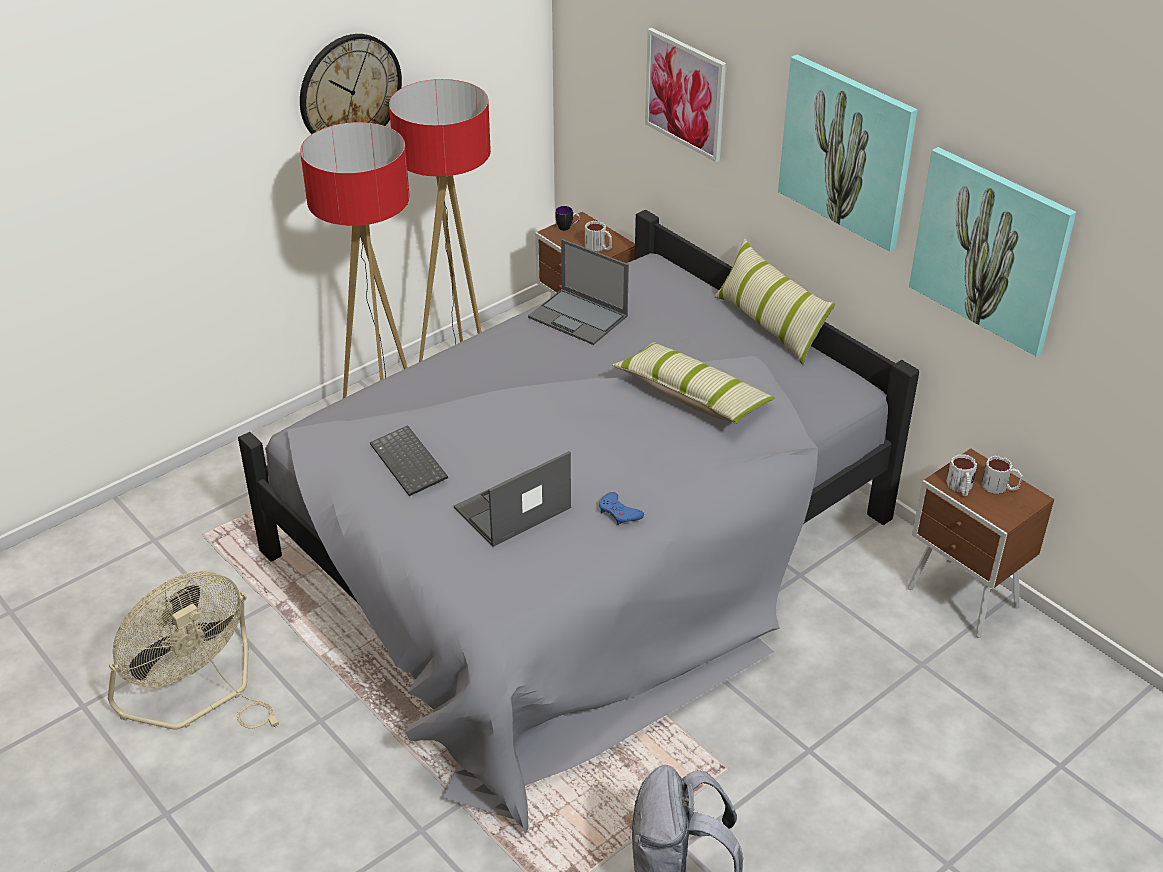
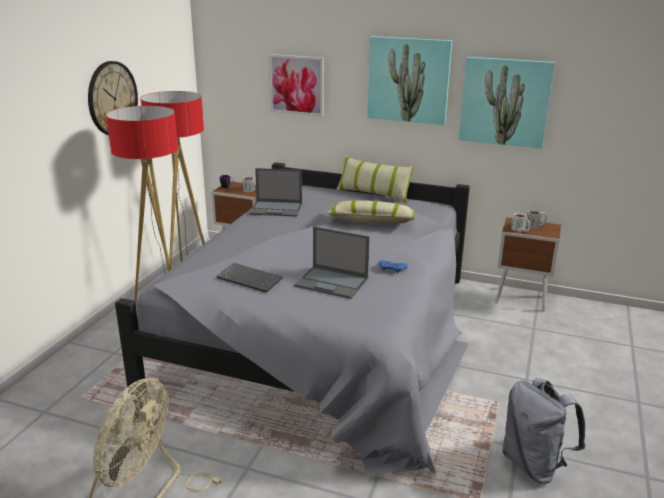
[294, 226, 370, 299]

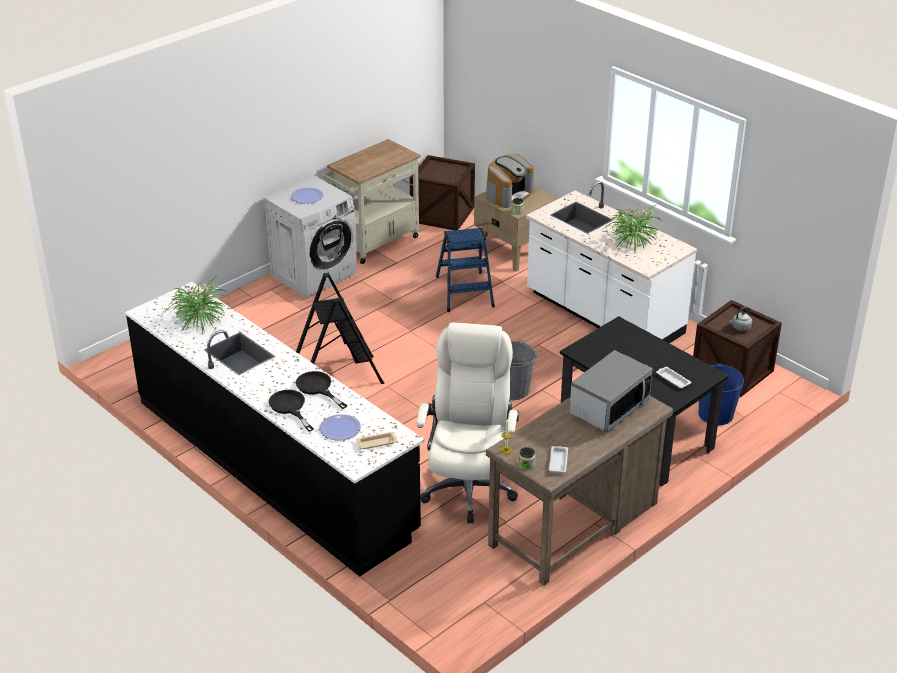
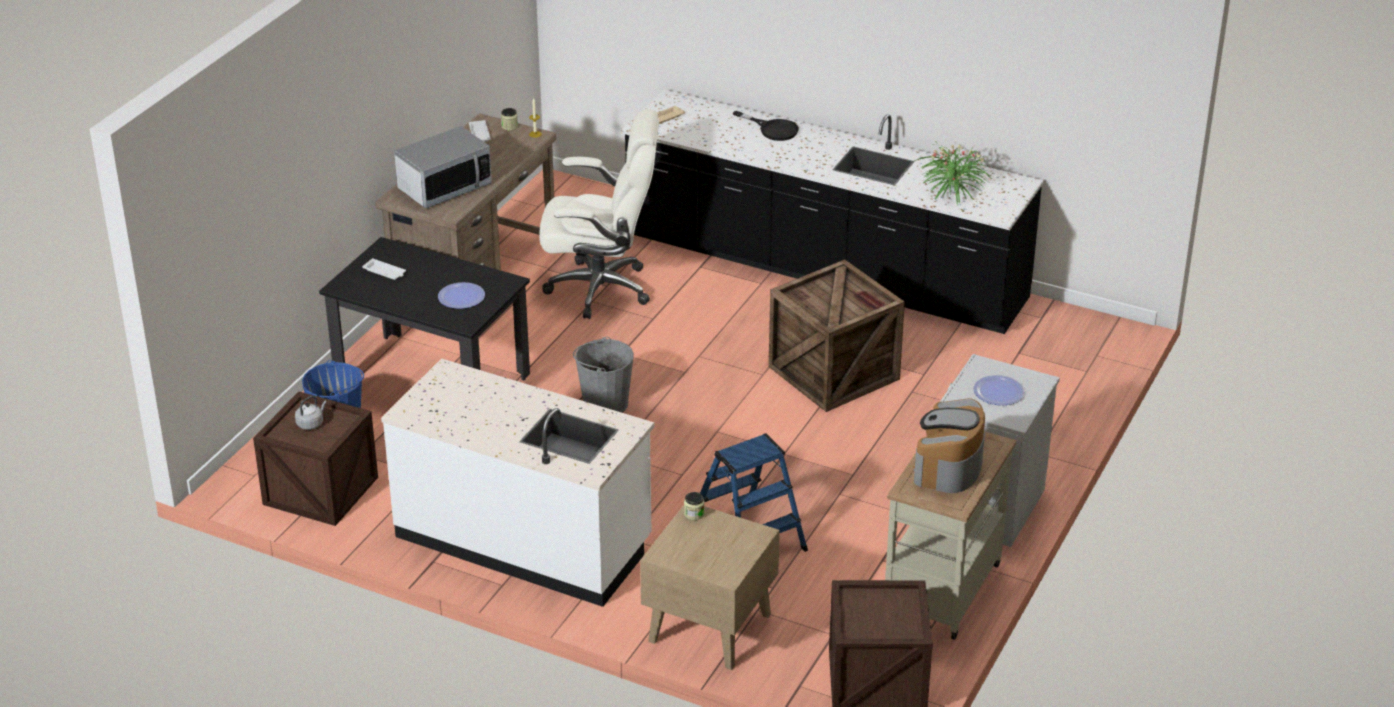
[394, 126, 492, 209]
[438, 282, 485, 309]
[539, 109, 659, 319]
[769, 259, 905, 412]
[913, 398, 985, 493]
[296, 371, 348, 409] (first image)
[602, 205, 661, 254] (first image)

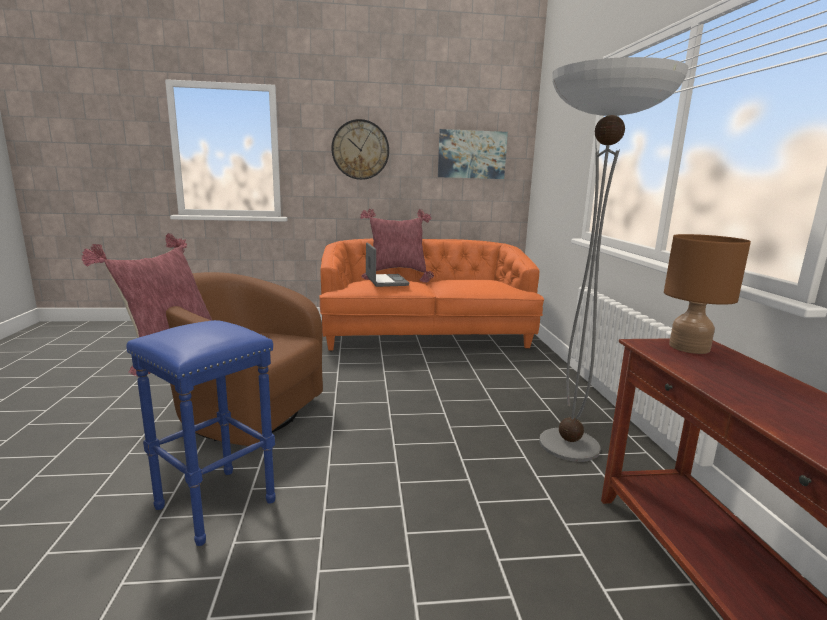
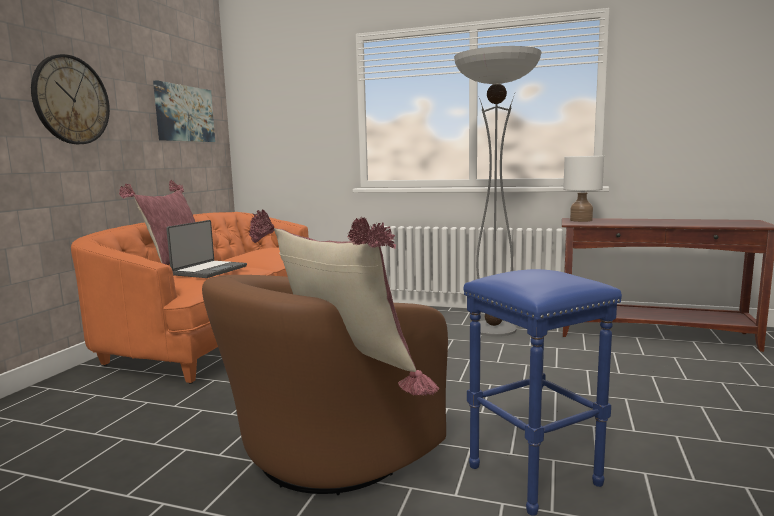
[166, 220, 247, 278]
[563, 156, 604, 222]

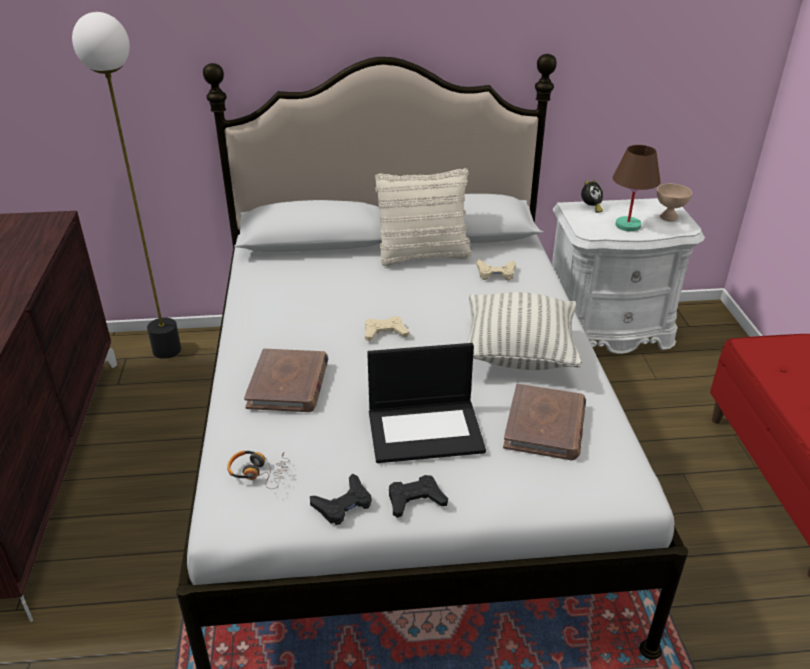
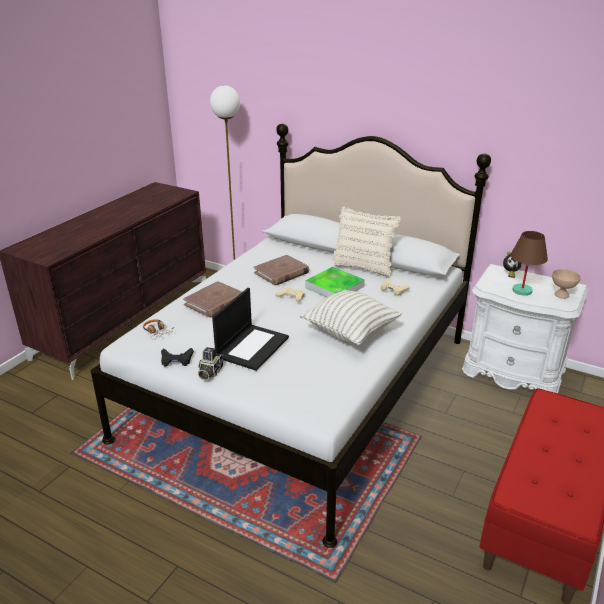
[198, 347, 223, 380]
[212, 288, 289, 371]
[254, 255, 310, 285]
[305, 266, 365, 297]

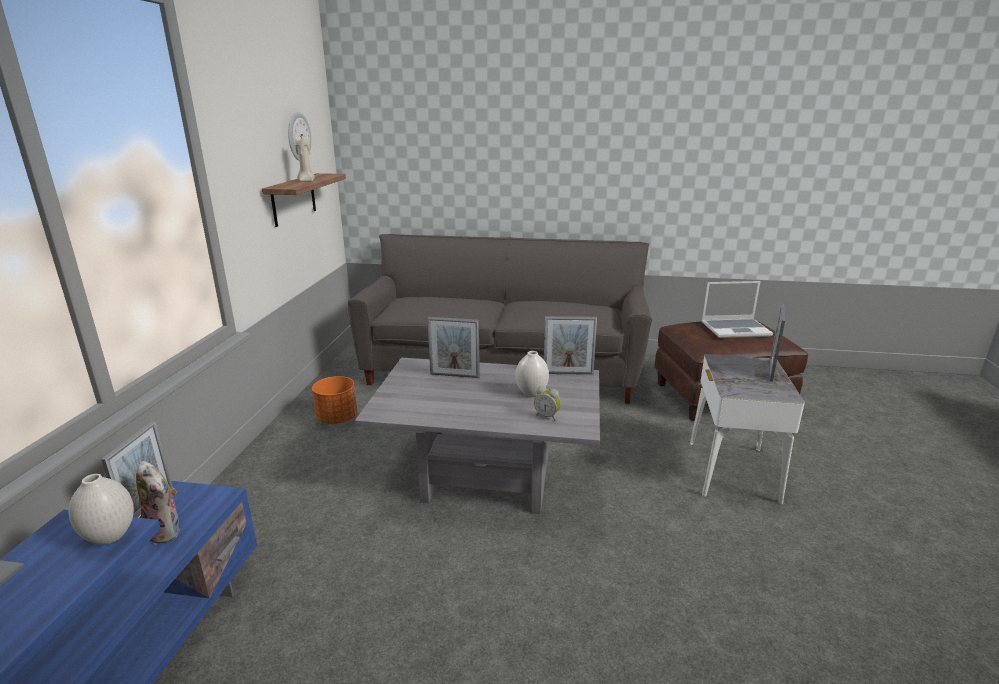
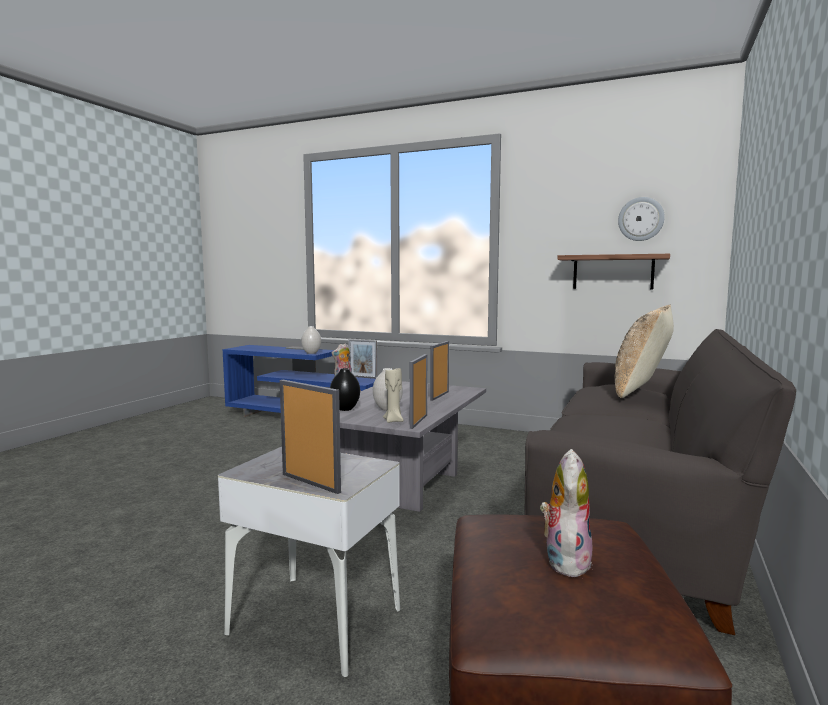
[330, 368, 360, 411]
[383, 368, 404, 423]
[540, 449, 593, 577]
[614, 304, 674, 399]
[312, 376, 357, 424] (first image)

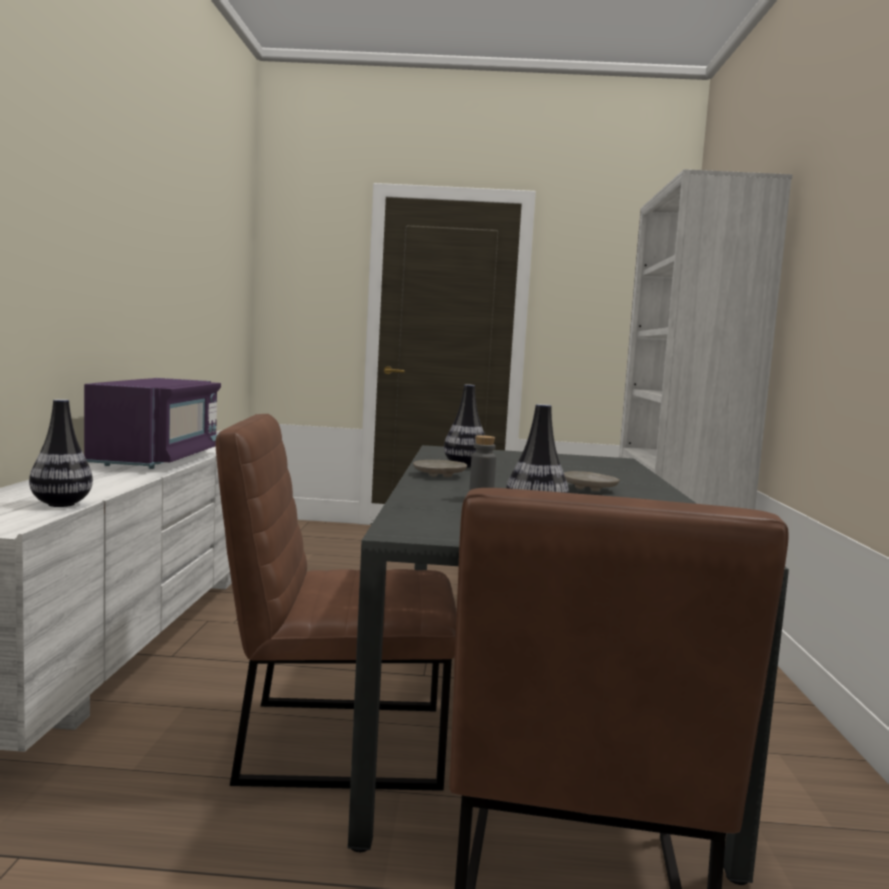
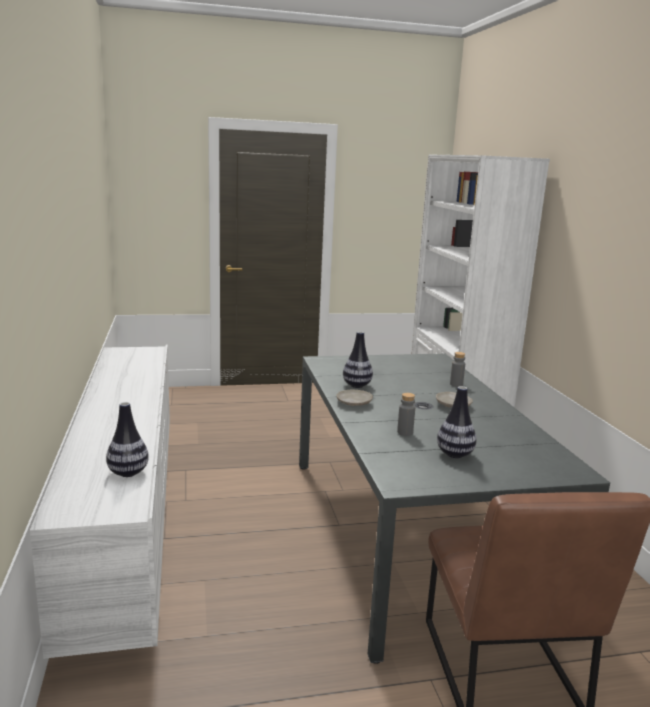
[450, 352, 465, 387]
[84, 378, 221, 469] (first image)
[216, 414, 457, 791] (first image)

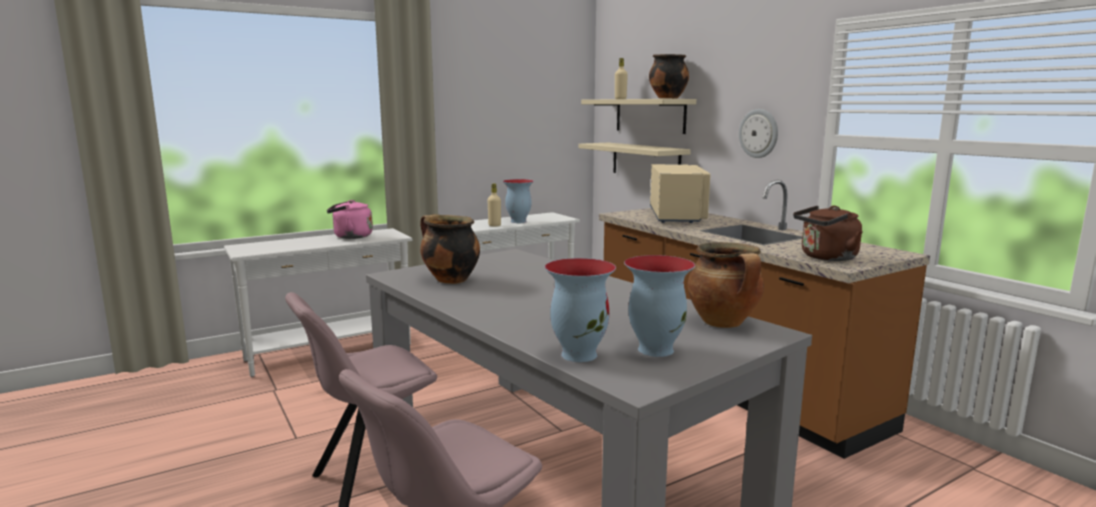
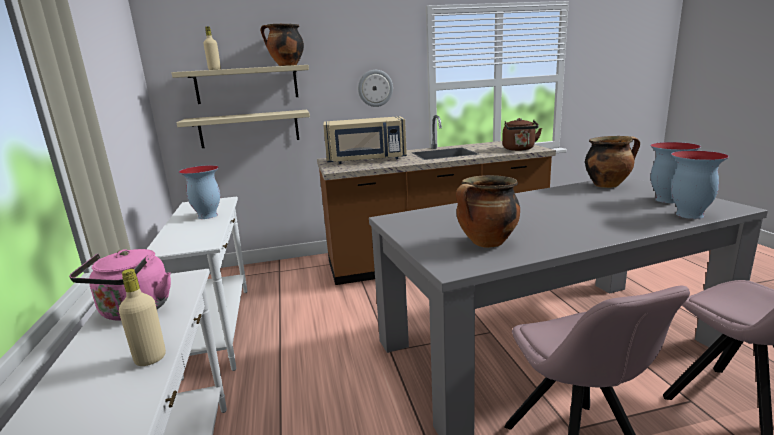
[119, 269, 166, 366]
[323, 116, 407, 164]

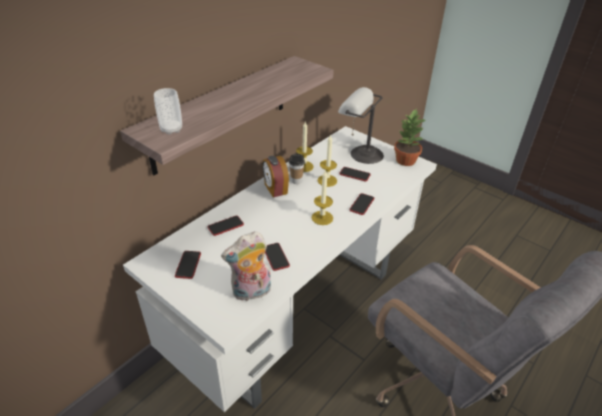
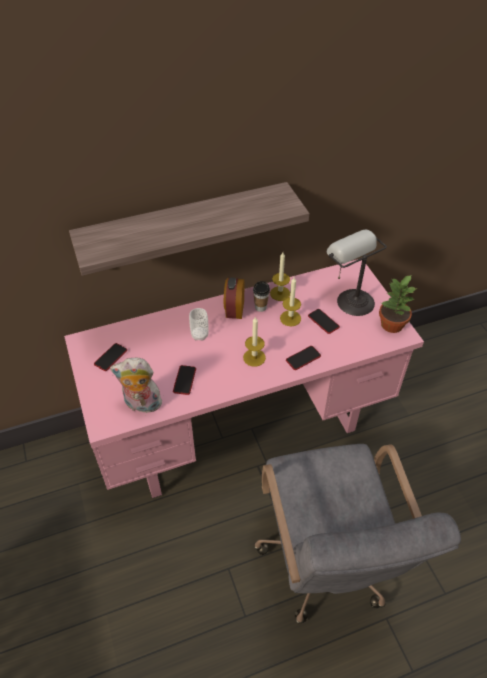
[64, 259, 424, 498]
[189, 308, 209, 341]
[208, 216, 244, 236] (first image)

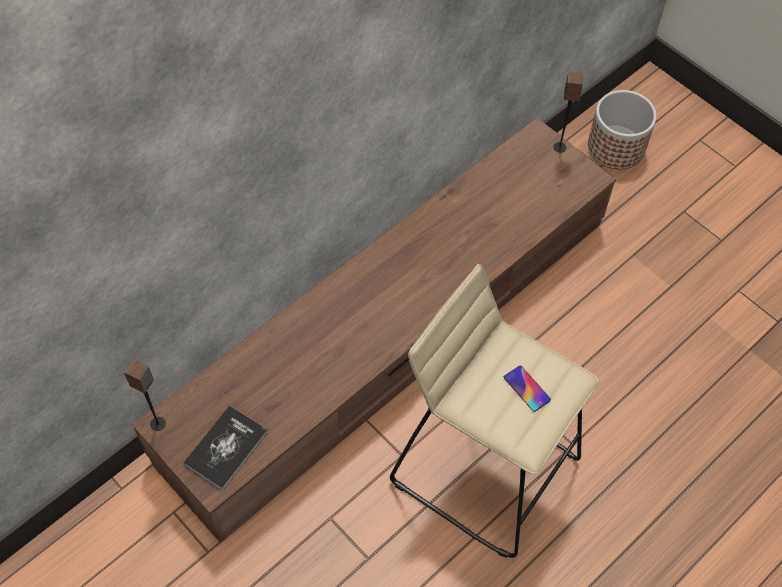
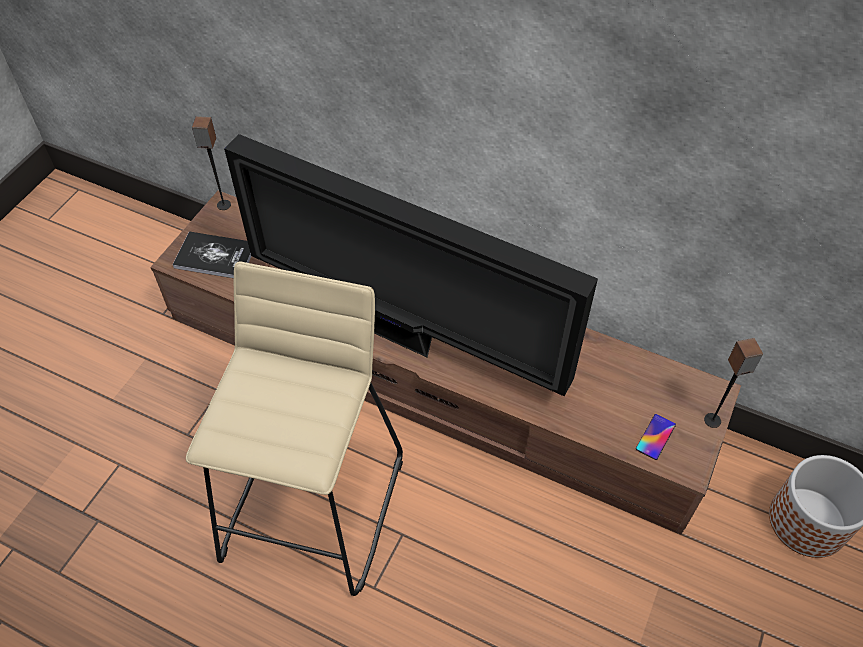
[224, 134, 598, 396]
[636, 414, 676, 460]

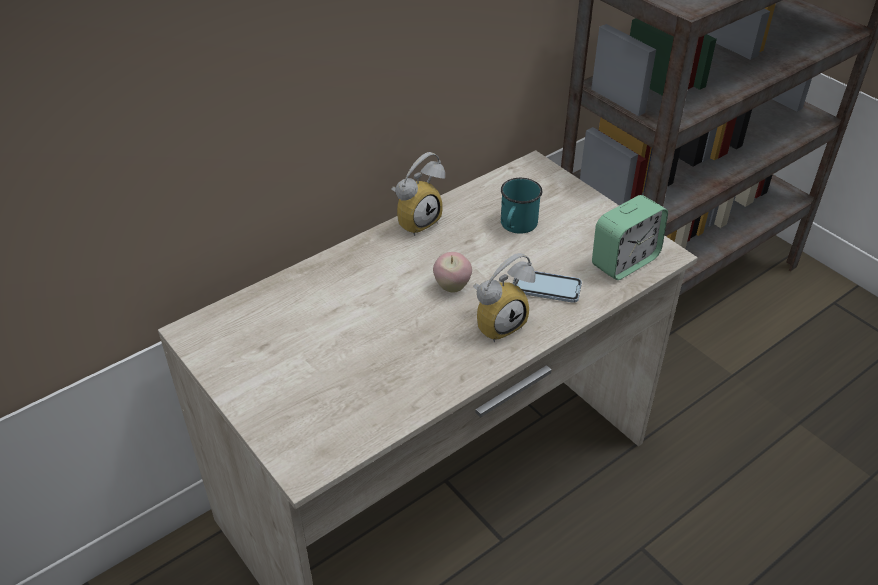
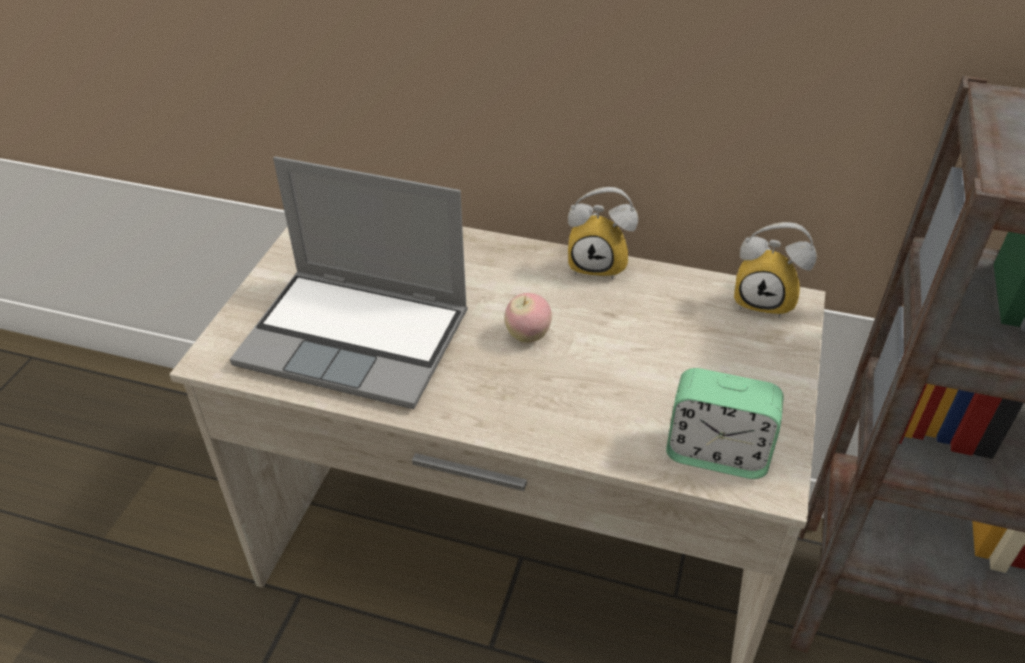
[230, 157, 468, 409]
[734, 222, 817, 318]
[501, 178, 542, 234] (first image)
[513, 271, 582, 303] (first image)

